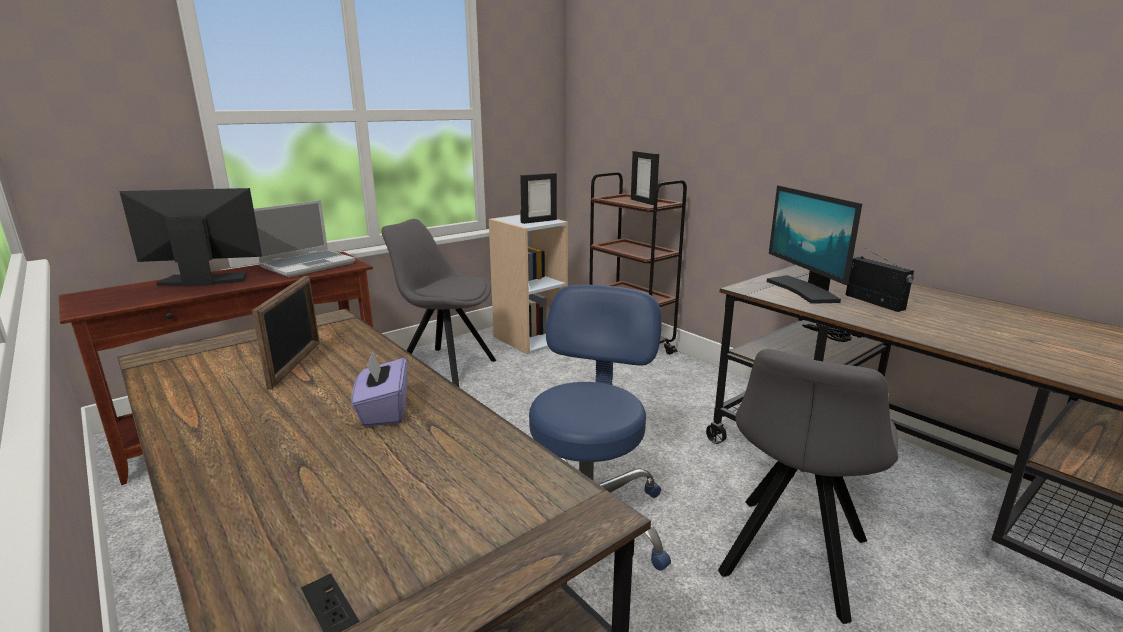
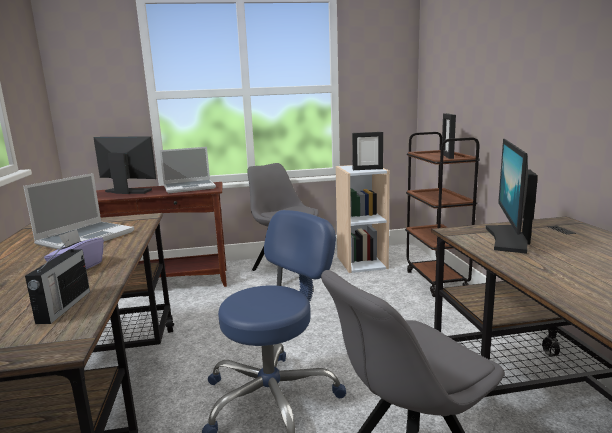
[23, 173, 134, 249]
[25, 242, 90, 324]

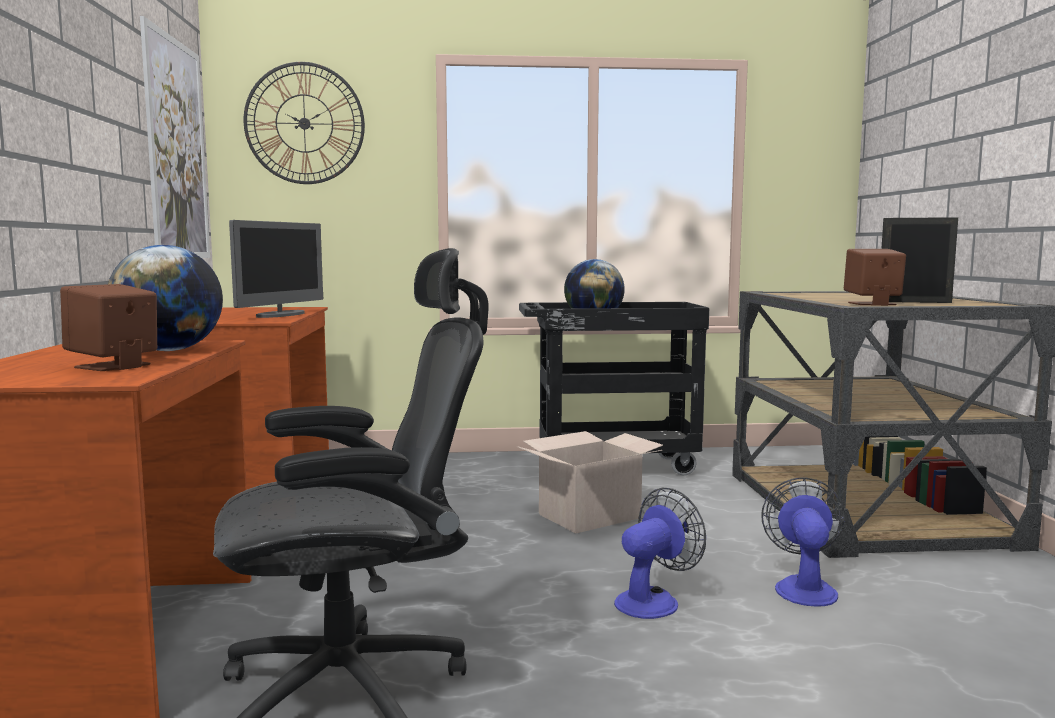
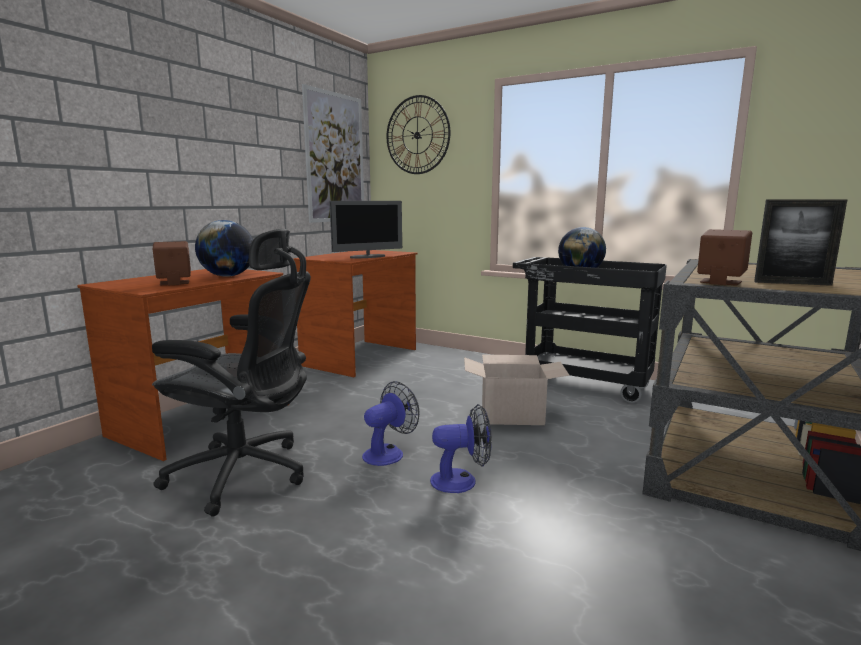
[362, 381, 419, 466]
[754, 199, 848, 286]

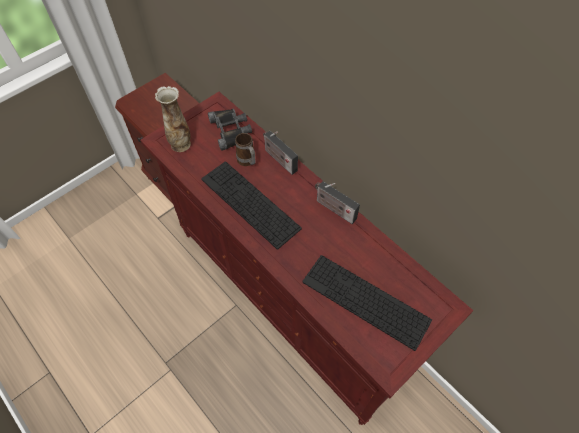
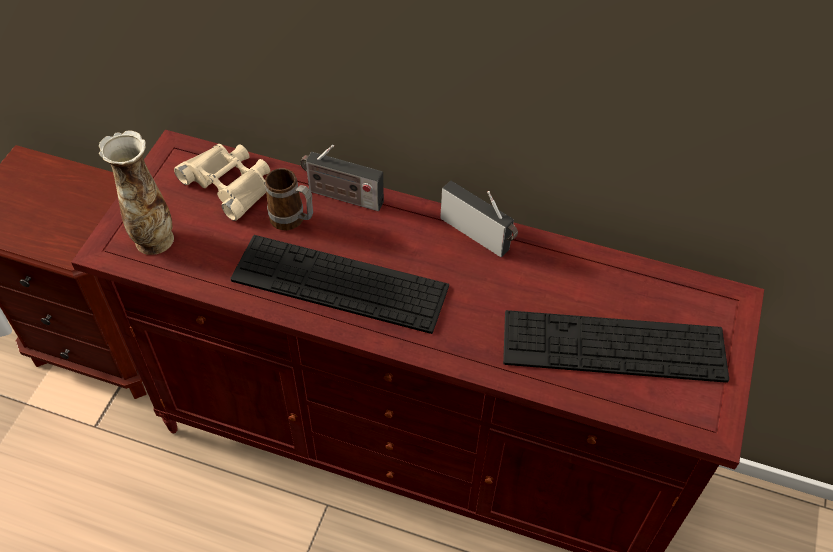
[174, 144, 270, 221]
[440, 181, 518, 257]

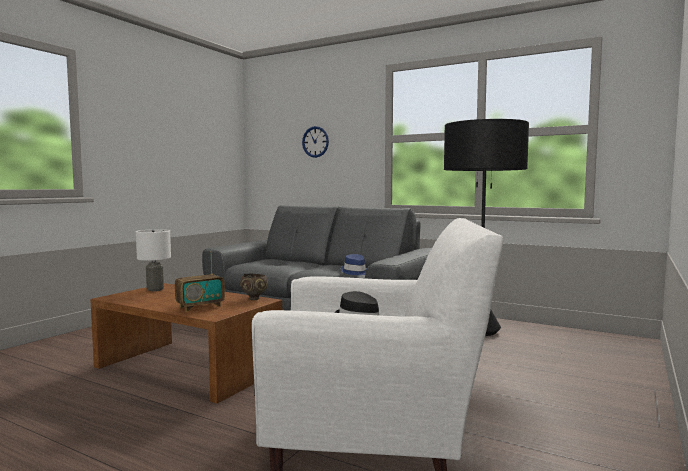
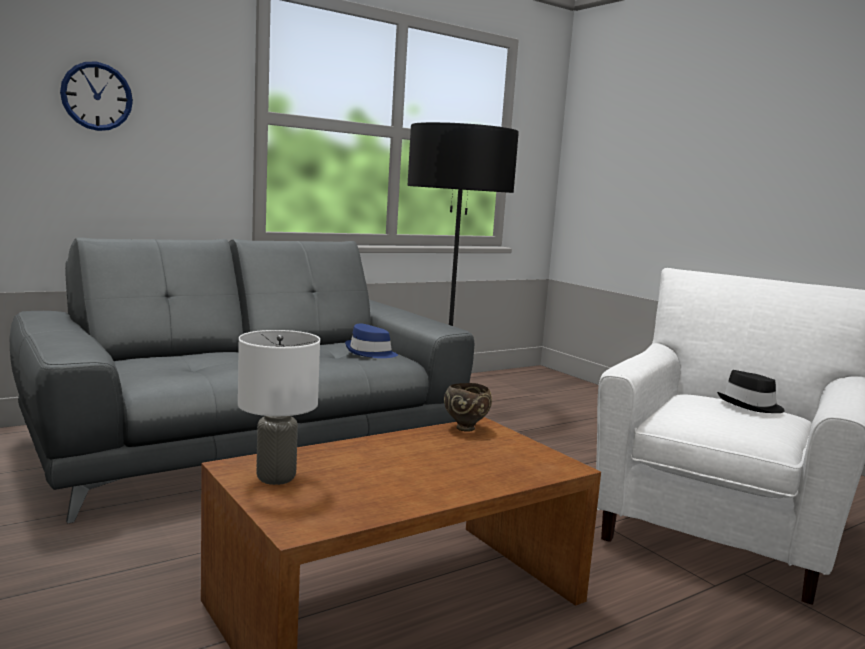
[175, 251, 225, 312] (first image)

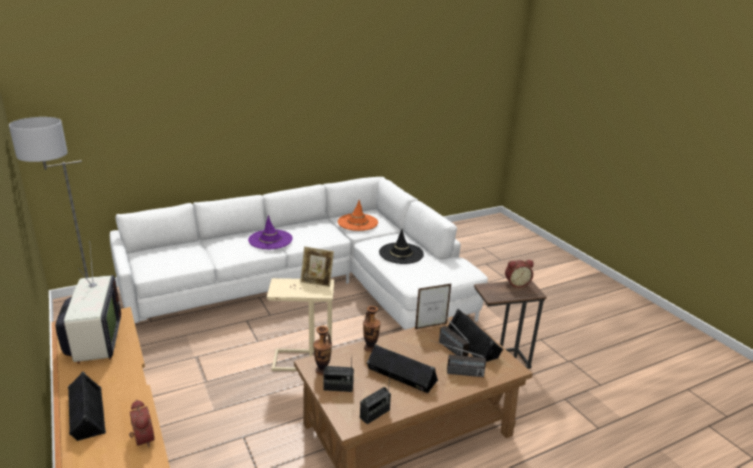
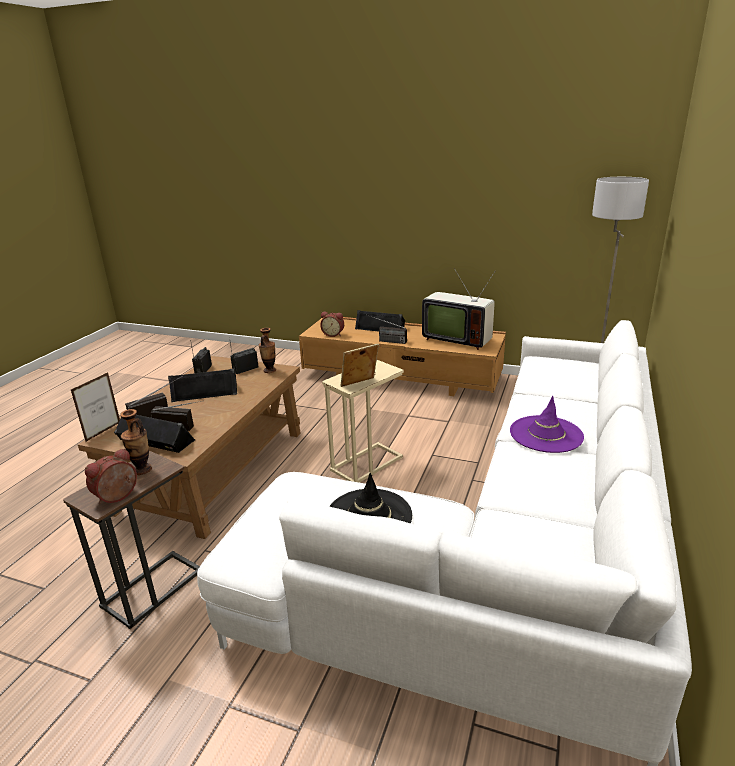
[71, 373, 120, 442]
[120, 409, 152, 475]
[370, 316, 407, 344]
[338, 200, 378, 231] (first image)

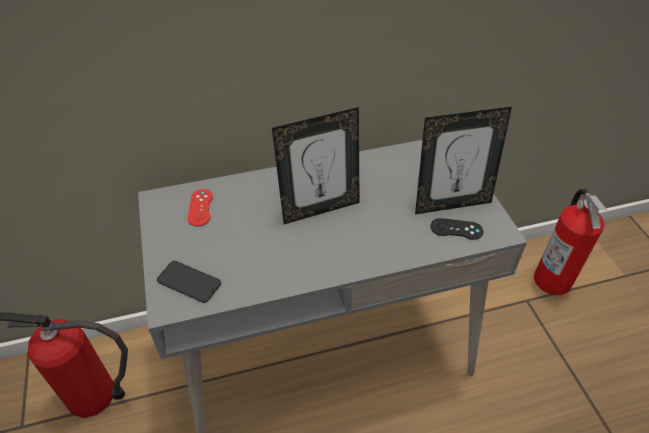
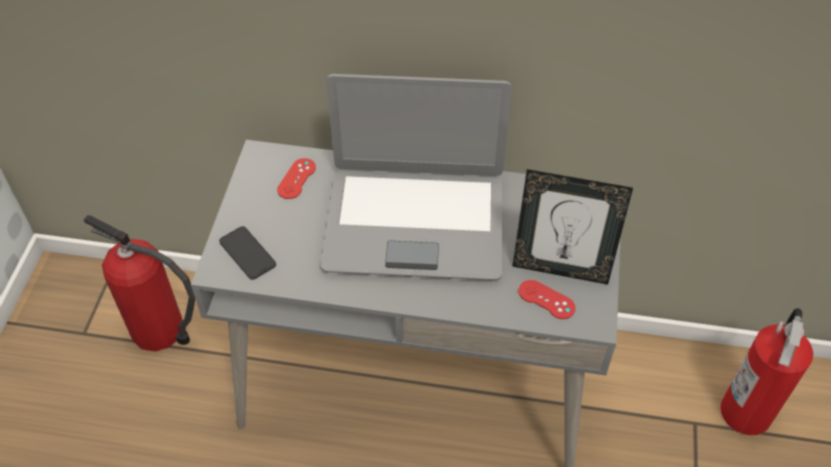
[321, 74, 512, 280]
[518, 280, 576, 319]

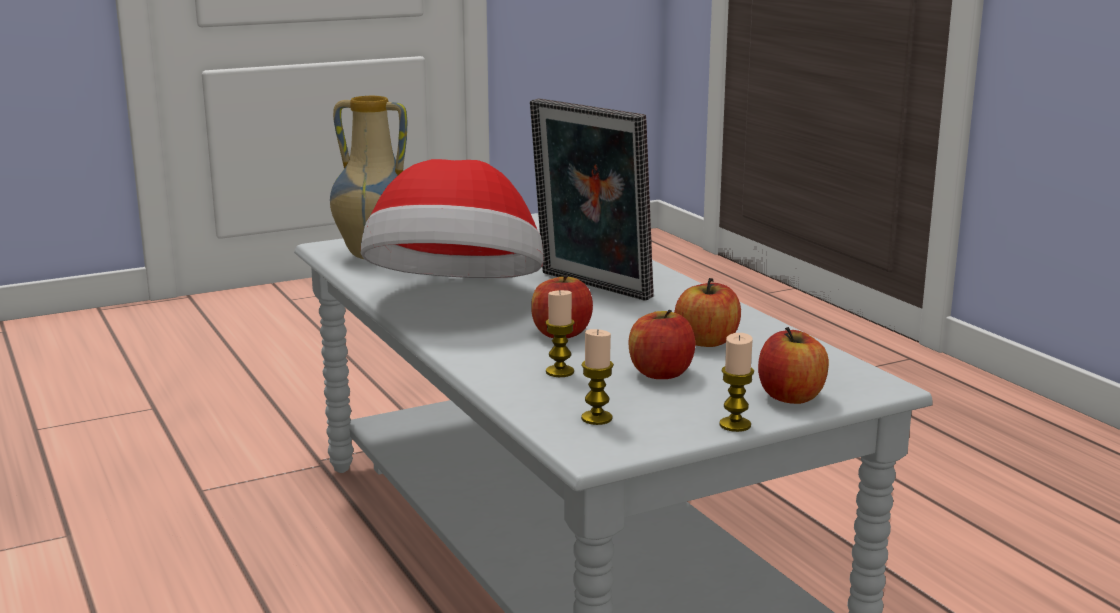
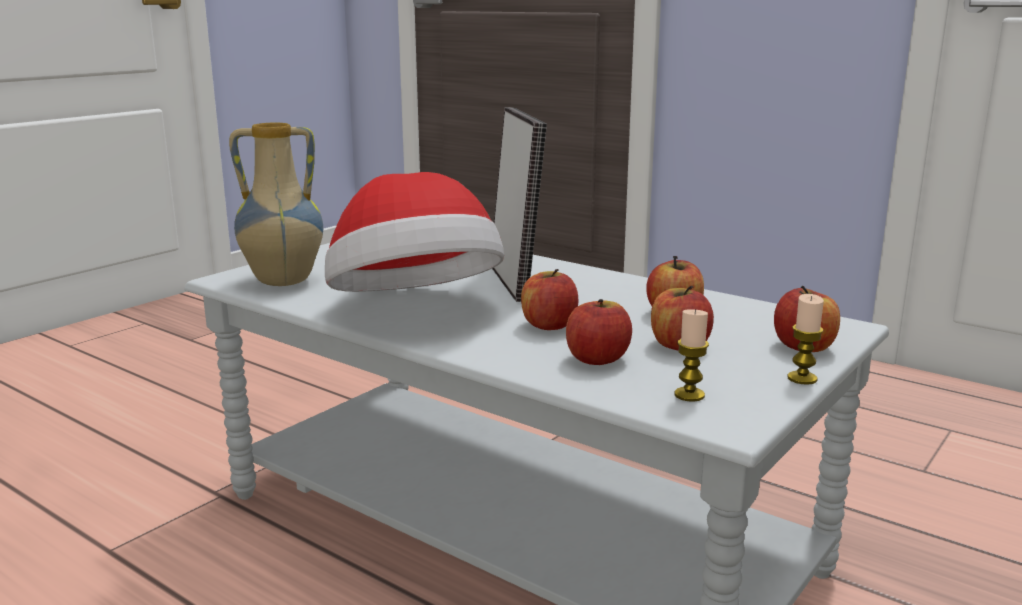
[492, 107, 547, 302]
[566, 299, 632, 365]

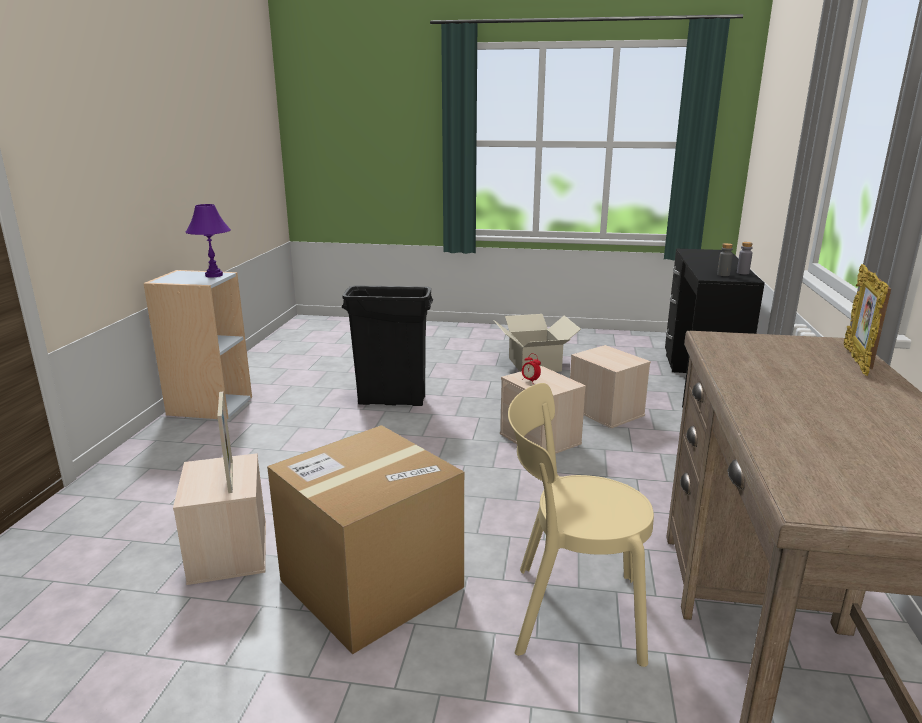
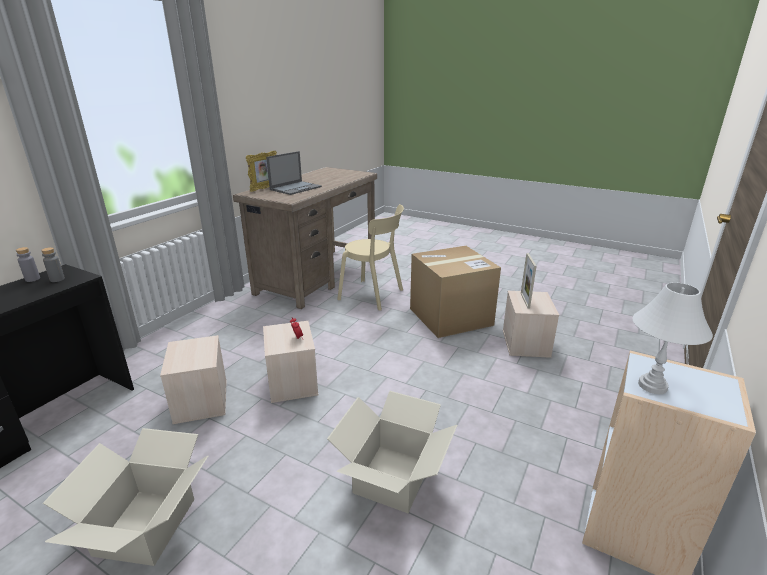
[266, 151, 322, 195]
[327, 391, 457, 513]
[632, 282, 713, 394]

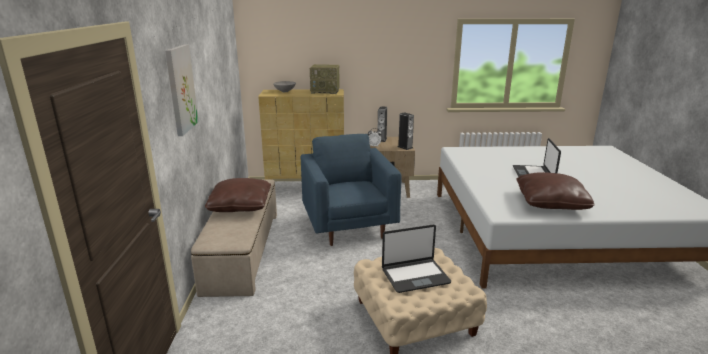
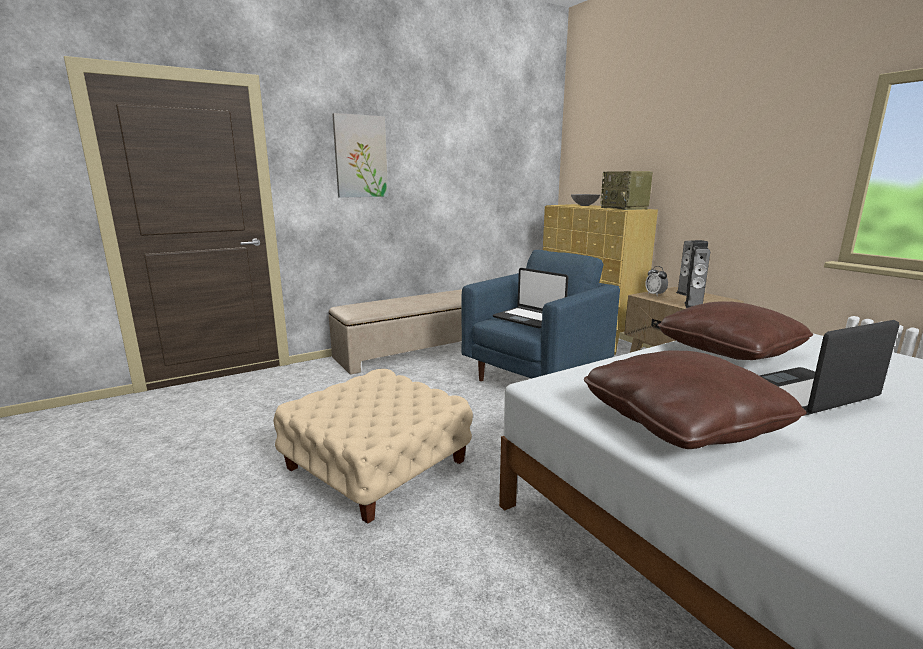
[493, 268, 568, 329]
[658, 301, 813, 360]

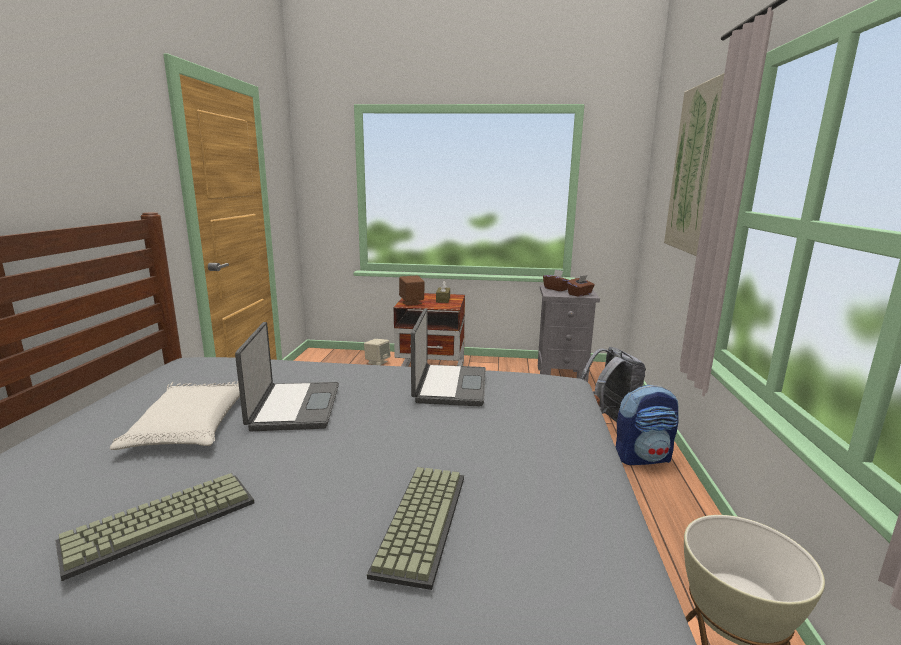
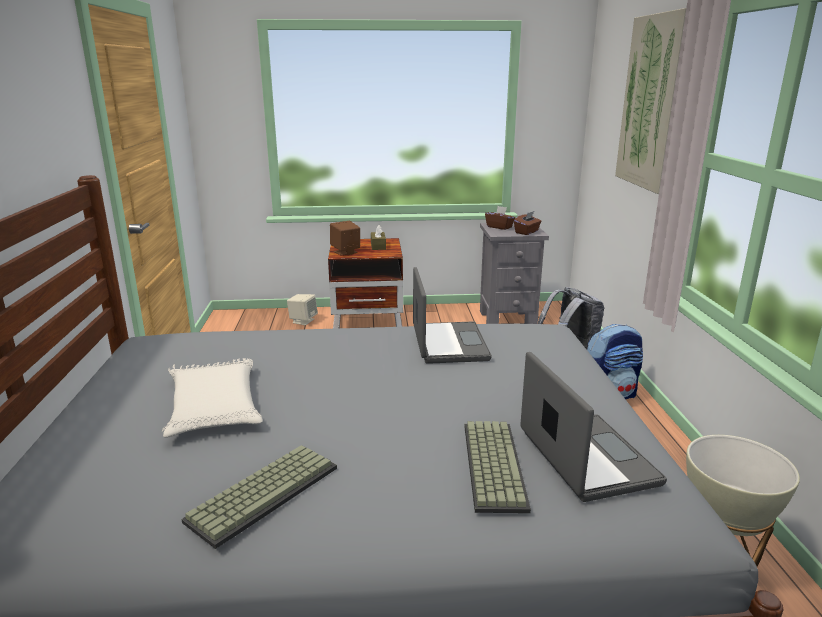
[520, 352, 667, 502]

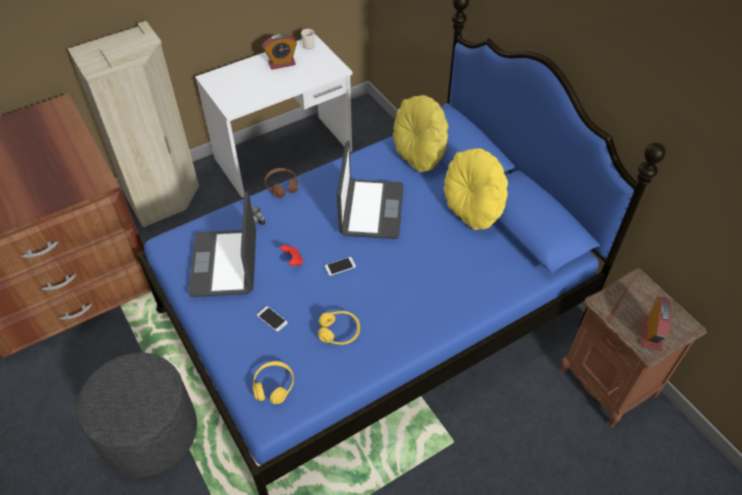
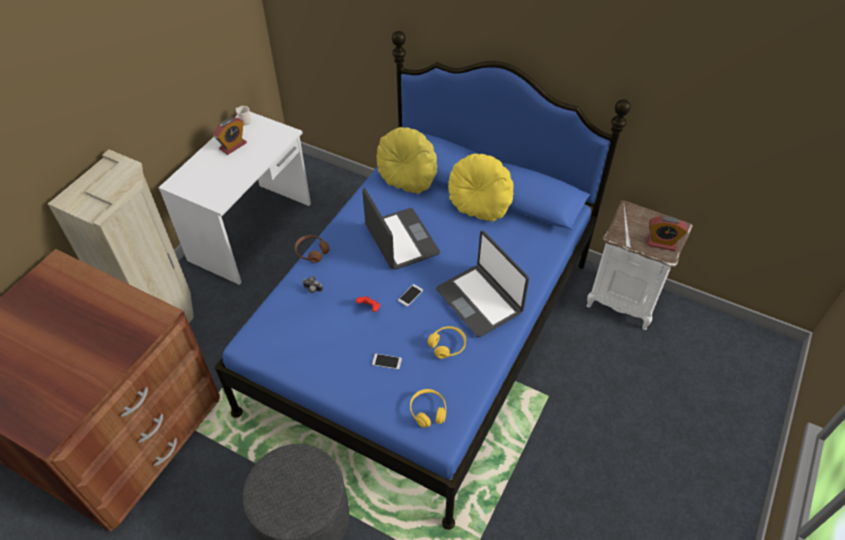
[436, 231, 529, 338]
[587, 200, 693, 330]
[648, 216, 688, 251]

